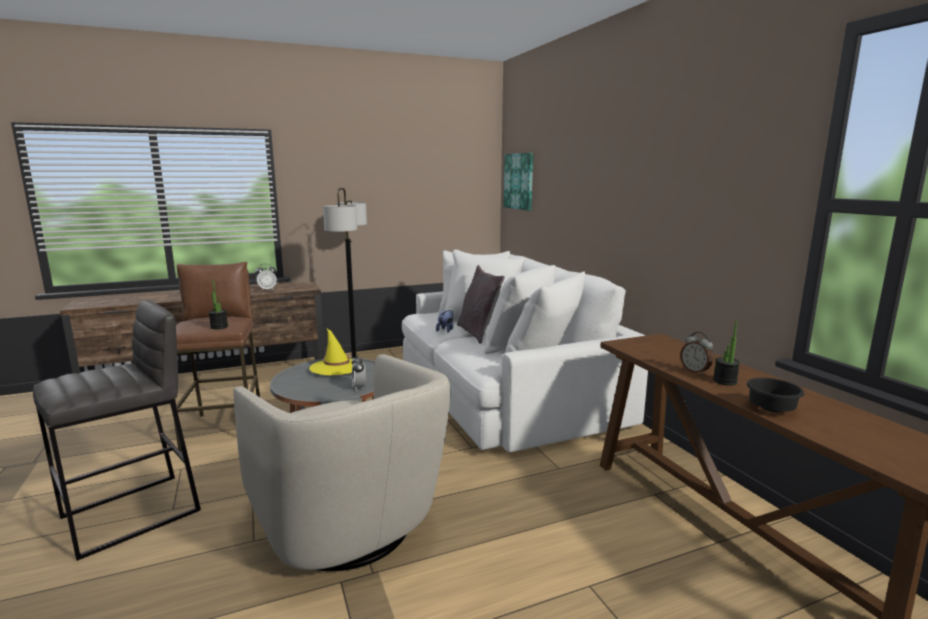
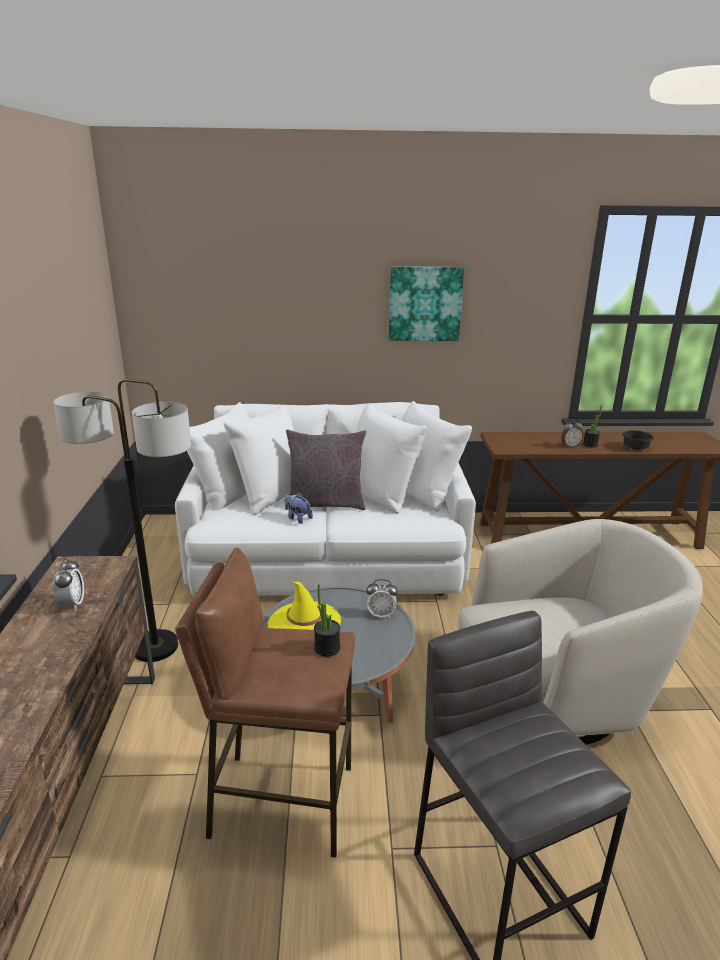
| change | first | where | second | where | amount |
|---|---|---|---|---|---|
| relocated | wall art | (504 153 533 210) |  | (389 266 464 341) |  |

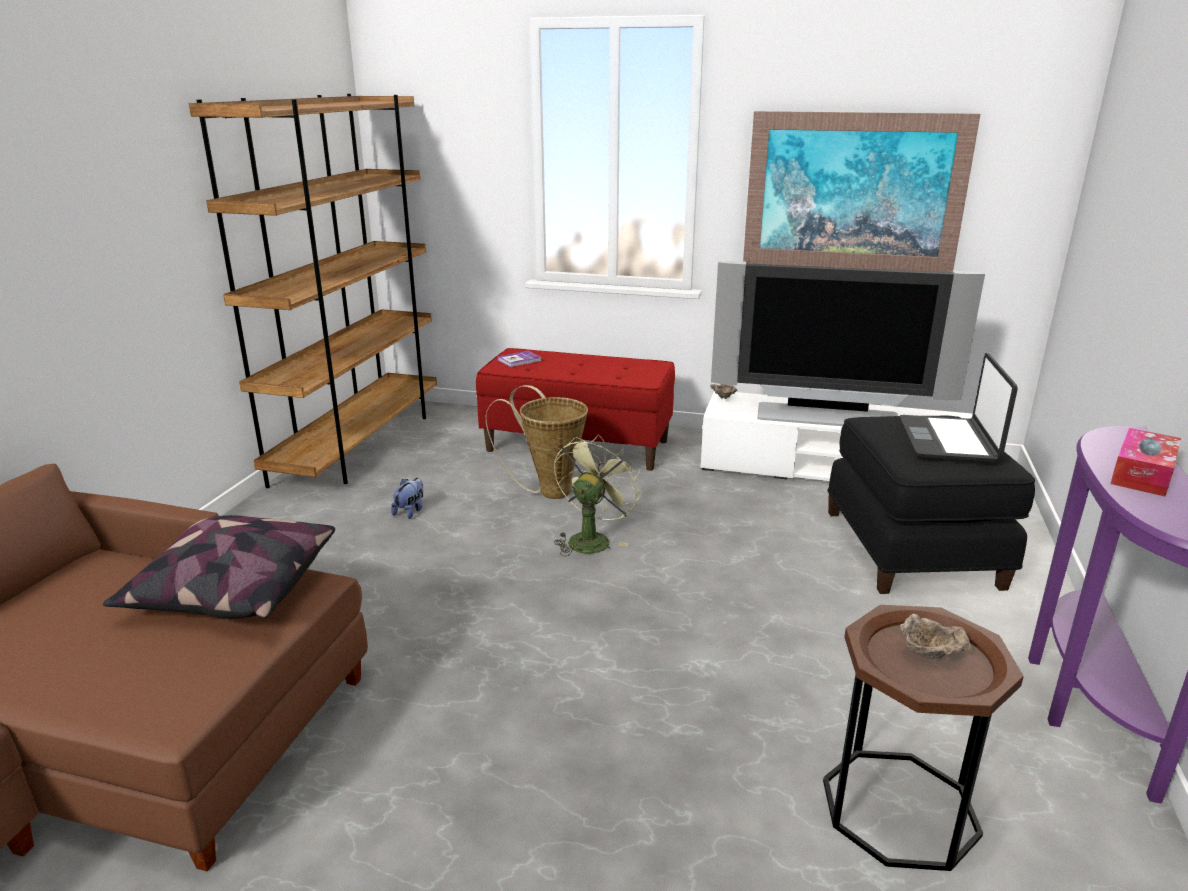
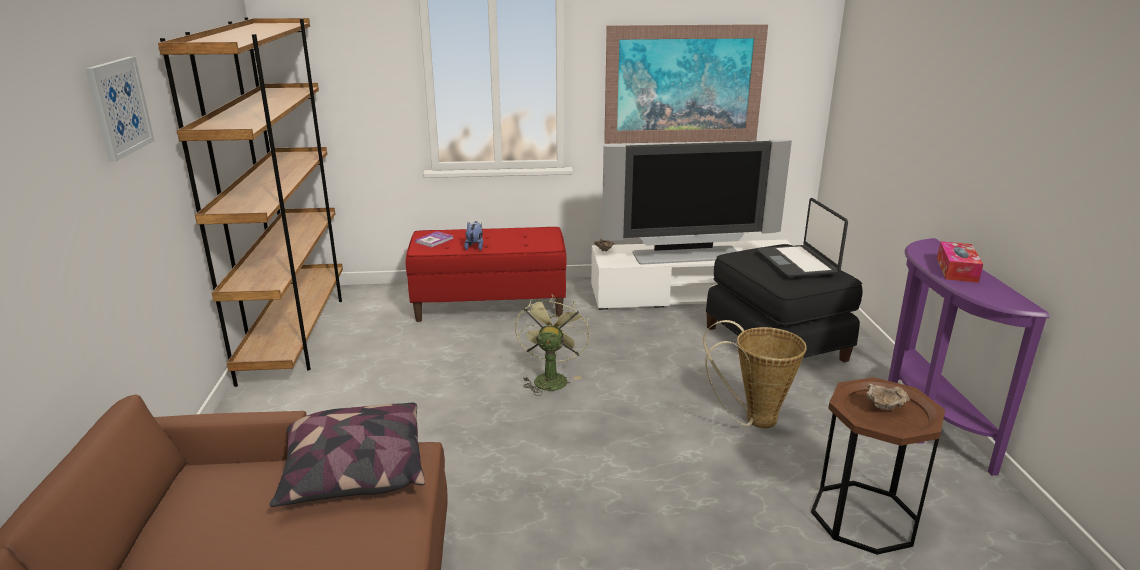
| change | first | where | second | where | amount |
|---|---|---|---|---|---|
| appeared |  |  | wall art | (85 57 155 162) |  |
| relocated | soft toy | (391 478 423 519) |  | (464 221 483 250) |  |
| relocated | storage basket | (486 385 588 499) |  | (703 320 807 428) |  |

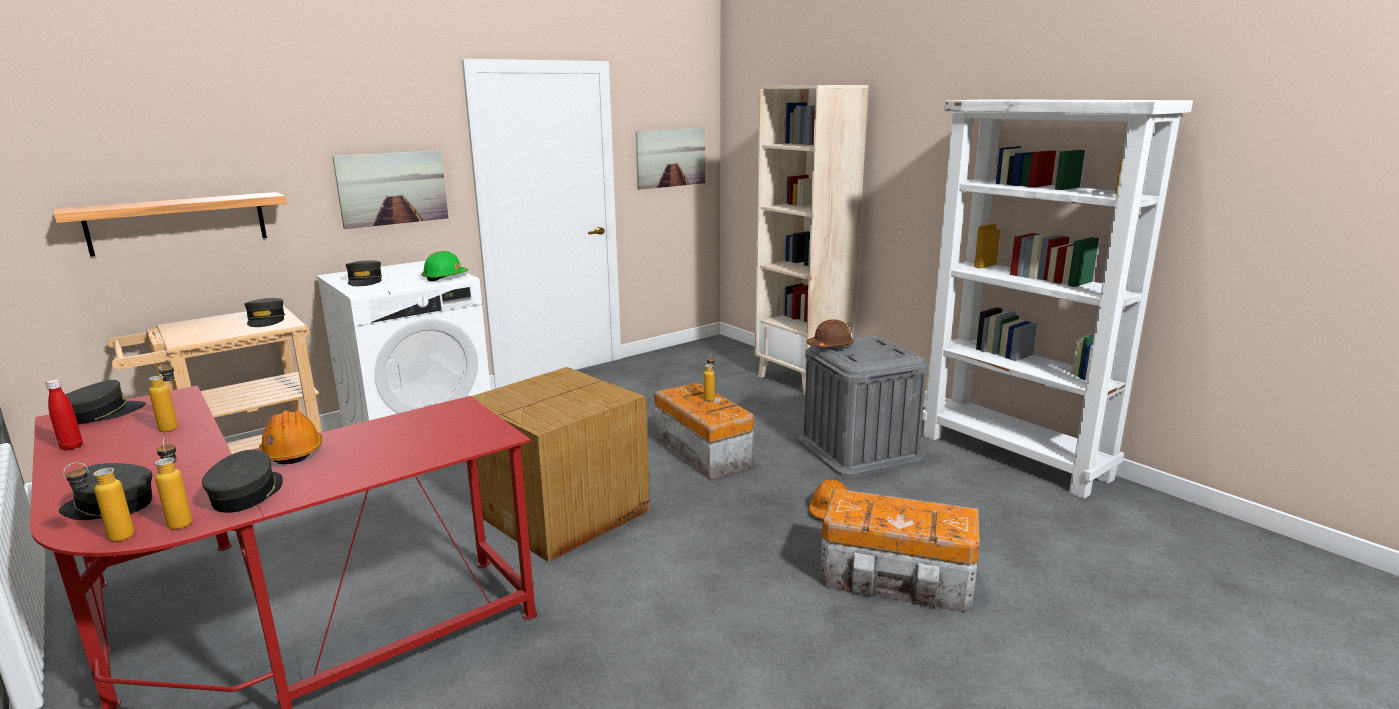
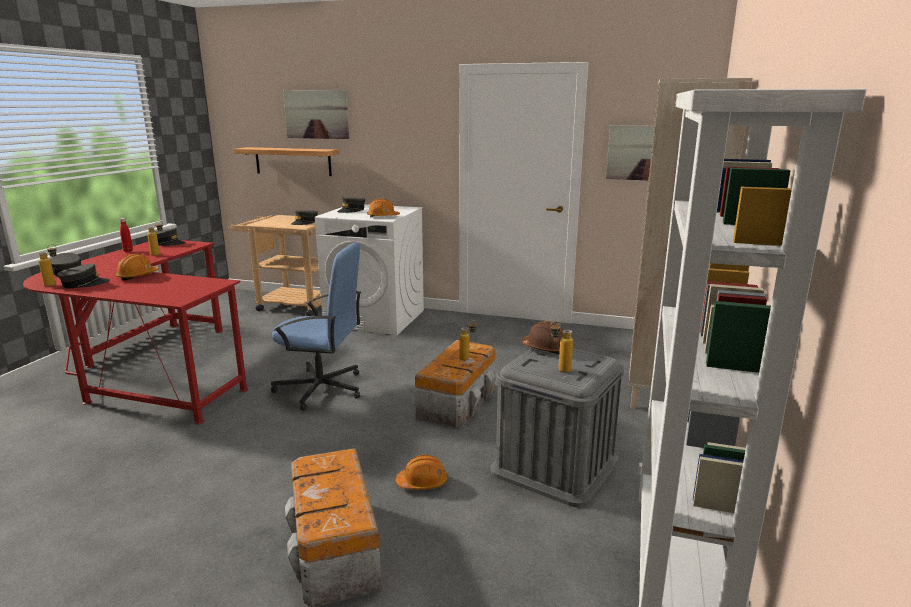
| change | first | where | second | where | amount |
|---|---|---|---|---|---|
| exchanged | cardboard box | (471 367 650 562) | desk chair (blue) | (271 243 361 411) |  |
| relocated | wall art | (332 150 448 229) |  | (283 90 349 139) |  |
| colour | hard hat (green-coloured) | (421 251 468 281) | hard hat (orange-coloured) | (367 198 400 217) |  |
| relocated | beverage bottle | (63 462 135 542) |  | (550 321 573 372) |  |

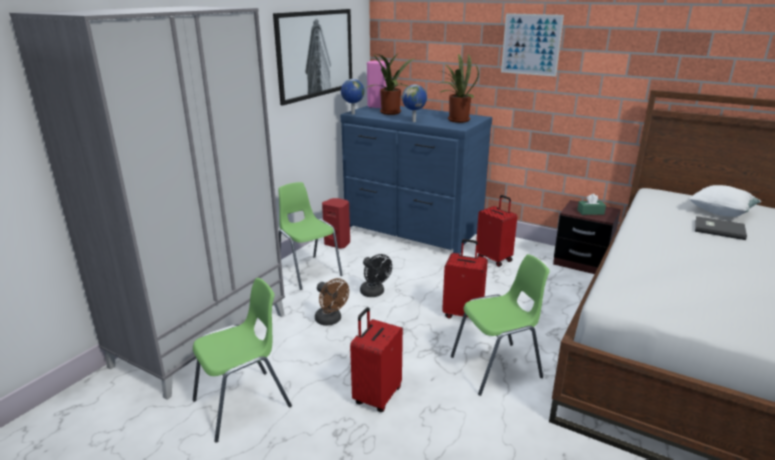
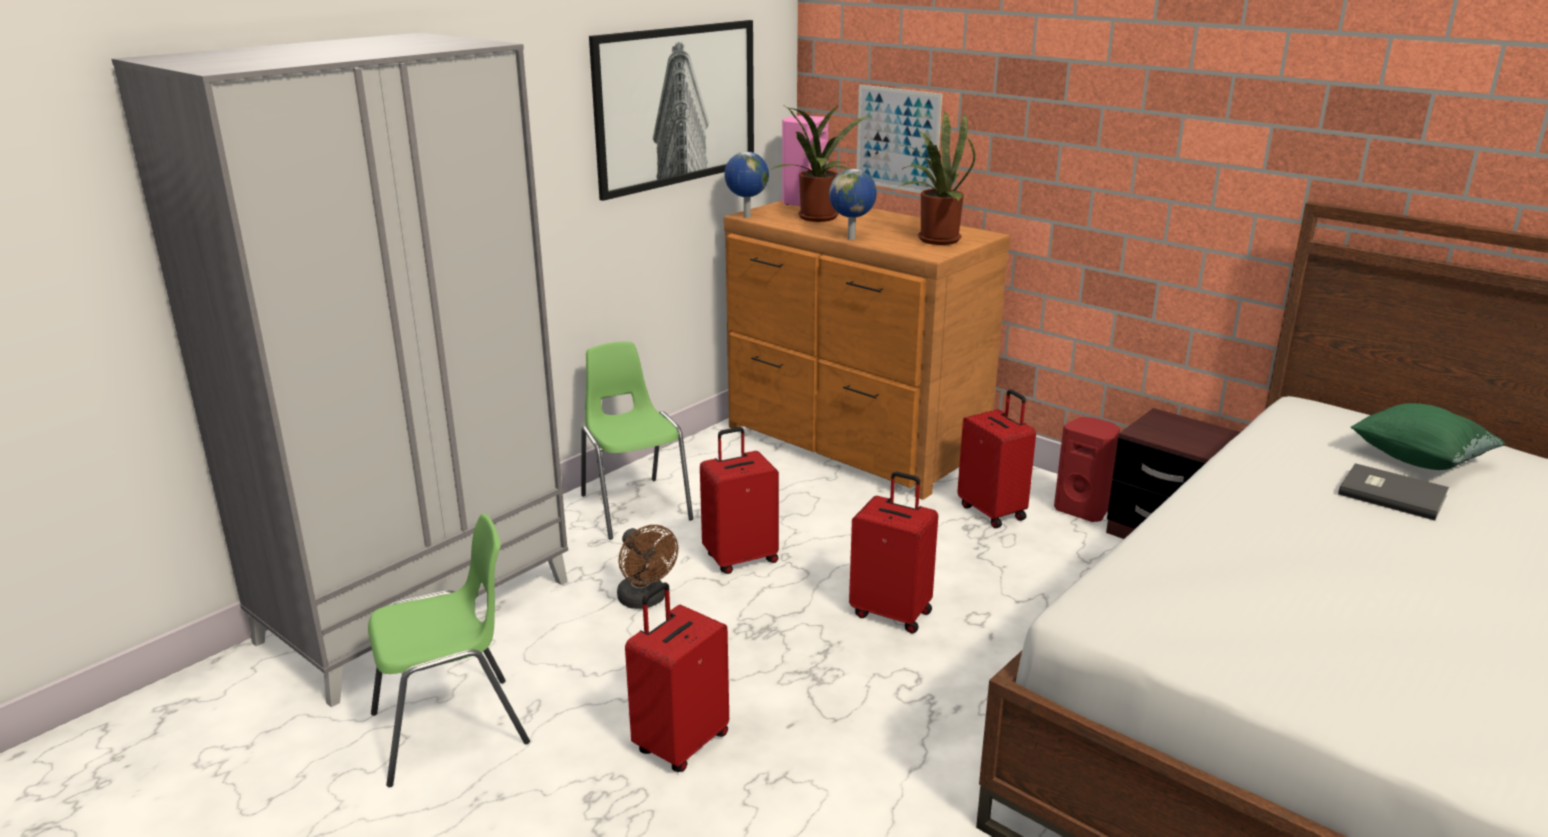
| change | first | where | second | where | amount |
|---|---|---|---|---|---|
| exchanged | fan (black) | (360 254 392 297) | piece of luggage (red-coloured) | (700 427 779 574) |  |
| colour | chest of drawers (blue) | (341 106 492 254) | chest of drawers (brown) | (724 200 1011 500) |  |
| relocated | wall art | (501 13 564 77) |  | (856 85 942 193) |  |
| relocated | speaker (red-coloured) | (322 198 350 249) |  | (1054 417 1120 522) |  |
| colour | throw pillow (whitish) | (689 185 761 217) | throw pillow (green-coloured) | (1351 403 1505 470) |  |
| missing | plain chair (green-coloured) | (451 254 550 396) |  |  |  |
| missing | box of tissues (green-coloured) | (577 194 606 215) |  |  |  |

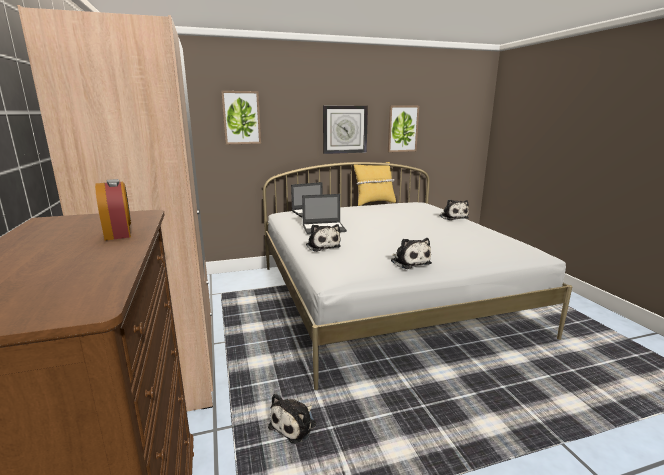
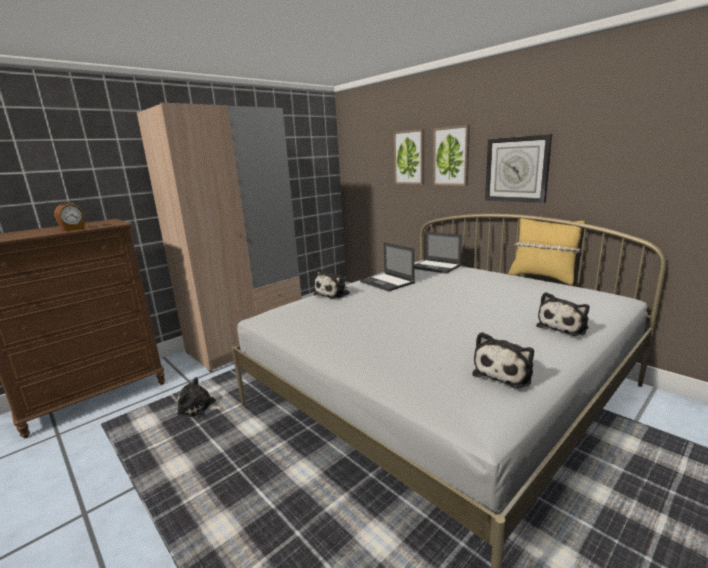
| change | first | where | second | where | amount |
|---|---|---|---|---|---|
| relocated | wall art | (388 105 419 152) |  | (433 125 470 186) |  |
| relocated | soft toy | (391 238 432 269) |  | (472 332 534 388) |  |

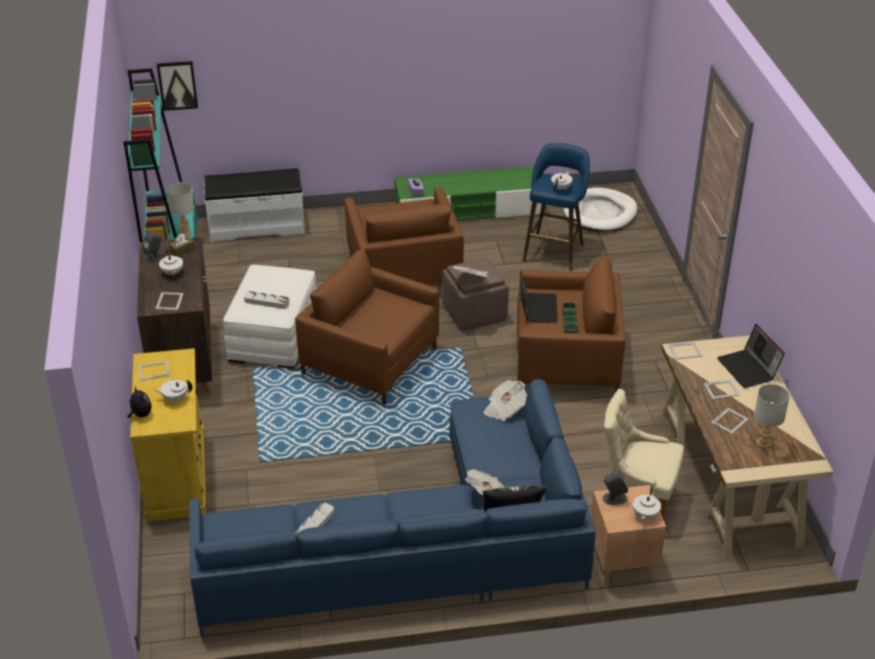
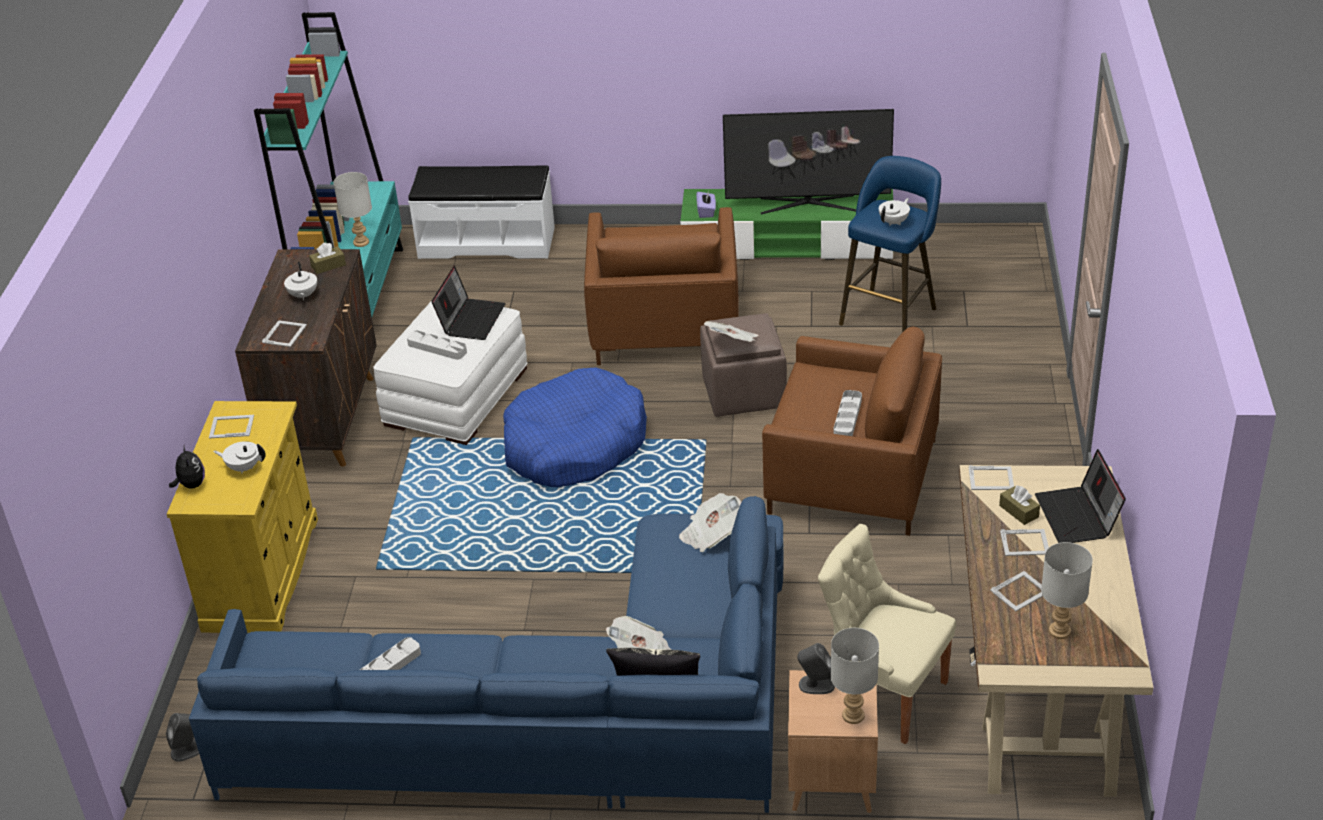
| change | first | where | second | where | amount |
|---|---|---|---|---|---|
| relocated | speaker (grey) | (142 231 165 263) |  | (166 713 199 761) |  |
| relocated | portable computer | (520 270 558 323) |  | (431 266 506 340) |  |
| exchanged | armchair (brown) | (295 249 439 405) | dog bed (blue) | (503 367 647 487) |  |
| appeared |  |  | TV | (723 109 894 215) |  |
| exchanged | pot for tea (whitish) | (633 487 661 520) | lamp for a table (grey) | (831 628 879 724) |  |
| colour | tray (green-coloured) | (563 303 578 333) | tray (grey) | (833 390 862 436) |  |
| appeared |  |  | box of tissues (brown) | (999 485 1040 525) |  |
| missing | wall art | (157 61 198 111) |  |  |  |
| missing | dog bed (whitish) | (564 188 638 232) |  |  |  |

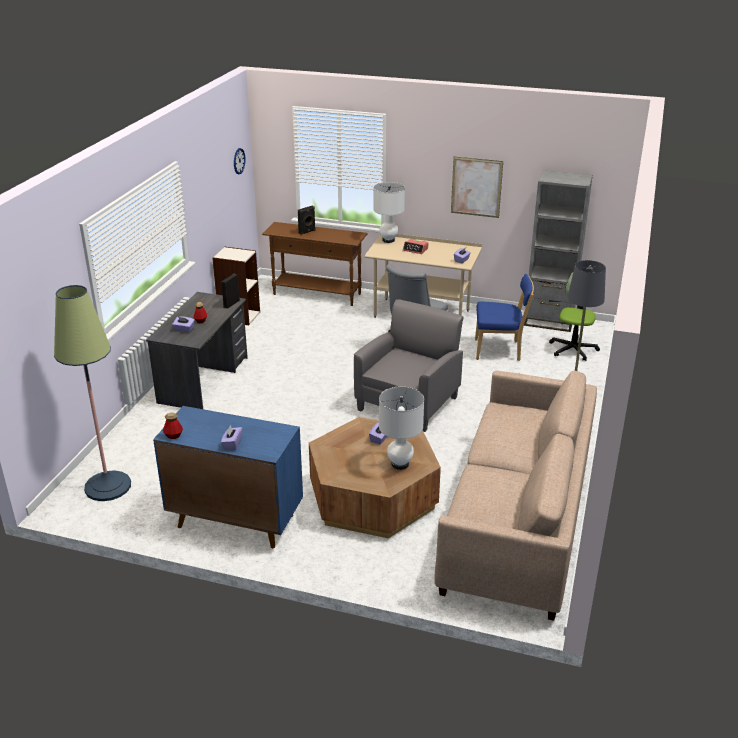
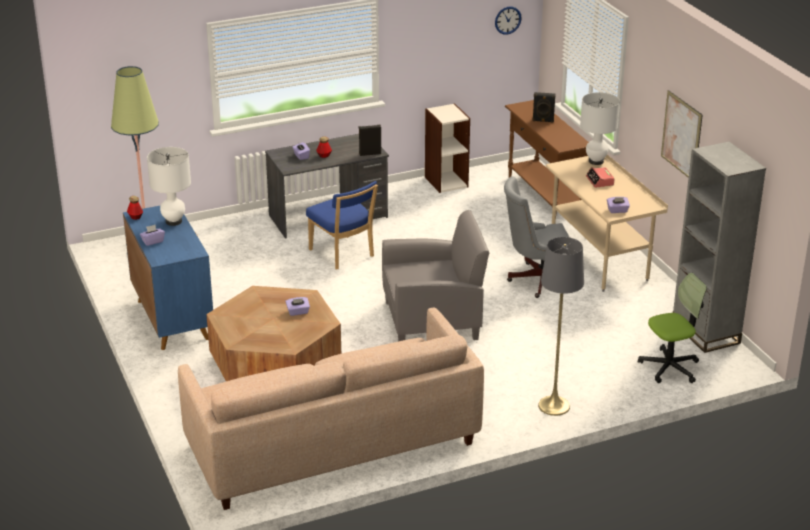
| change | first | where | second | where | amount |
|---|---|---|---|---|---|
| relocated | lamp for a table (whitish) | (379 387 424 470) |  | (147 147 191 226) |  |
| relocated | plain chair (blue) | (475 274 534 361) |  | (306 181 378 269) |  |

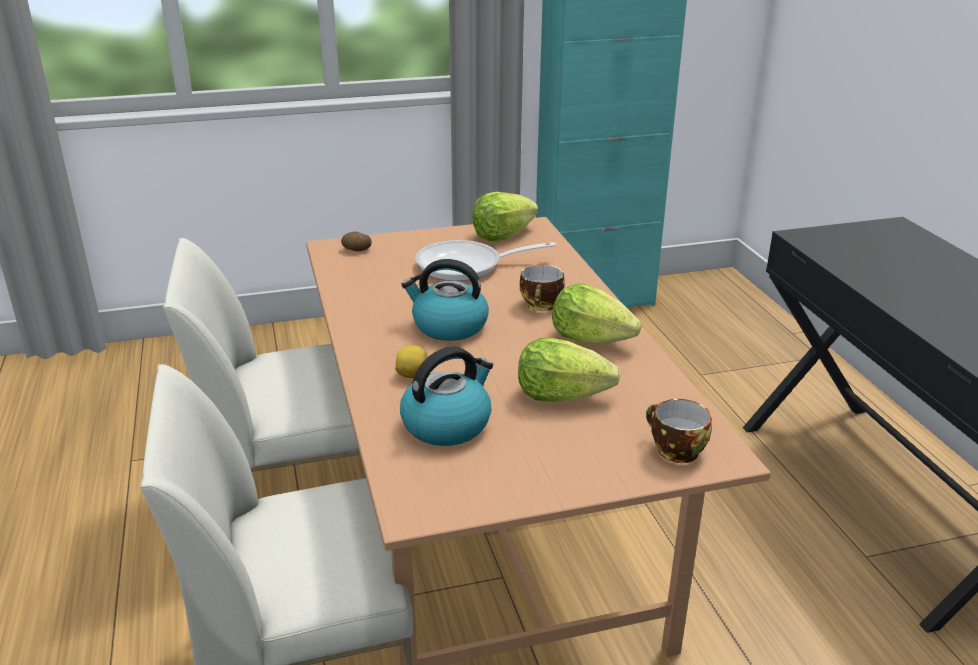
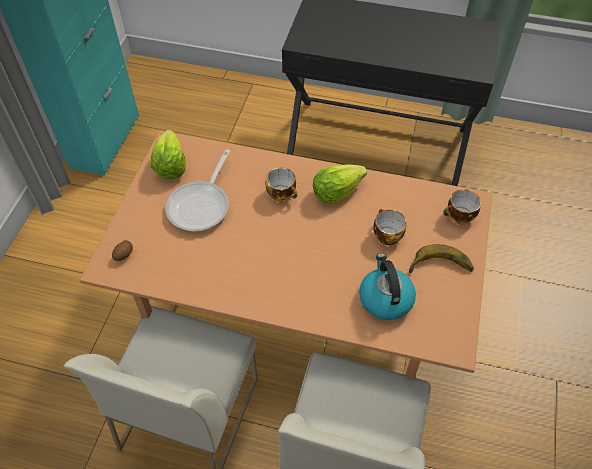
| change | first | where | second | where | amount |
|---|---|---|---|---|---|
| exchanged | lettuce | (518 338 621 402) | drinking cup | (373 209 406 245) |  |
| appeared |  |  | whole banana | (409 244 474 273) |  |
| missing | citrus fruit | (395 345 428 378) |  |  |  |
| missing | tea kettle | (401 259 489 341) |  |  |  |

